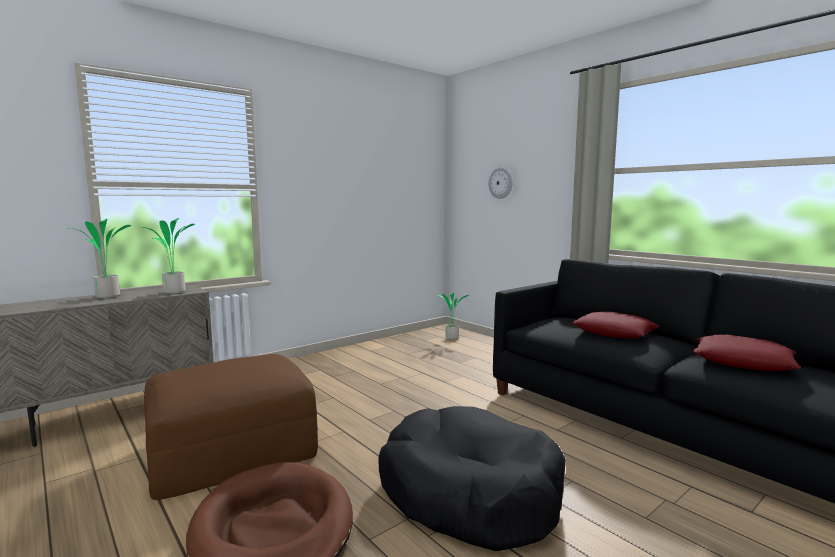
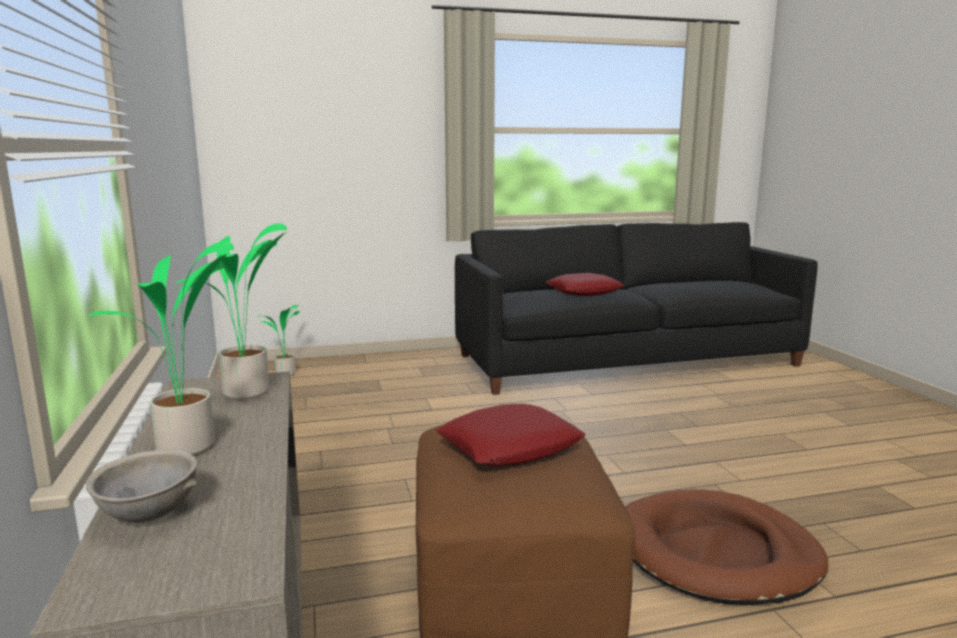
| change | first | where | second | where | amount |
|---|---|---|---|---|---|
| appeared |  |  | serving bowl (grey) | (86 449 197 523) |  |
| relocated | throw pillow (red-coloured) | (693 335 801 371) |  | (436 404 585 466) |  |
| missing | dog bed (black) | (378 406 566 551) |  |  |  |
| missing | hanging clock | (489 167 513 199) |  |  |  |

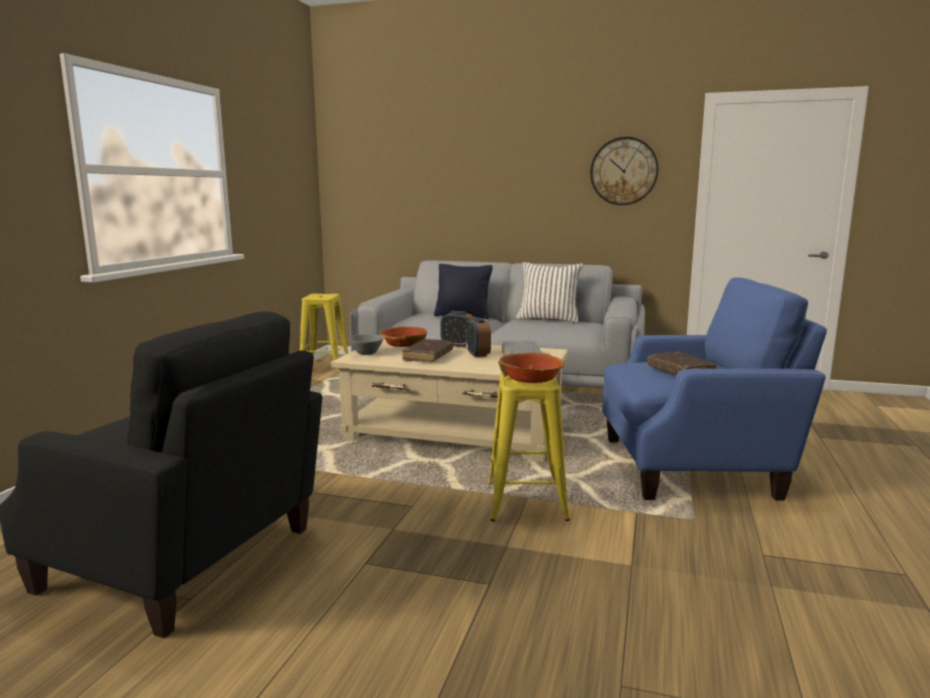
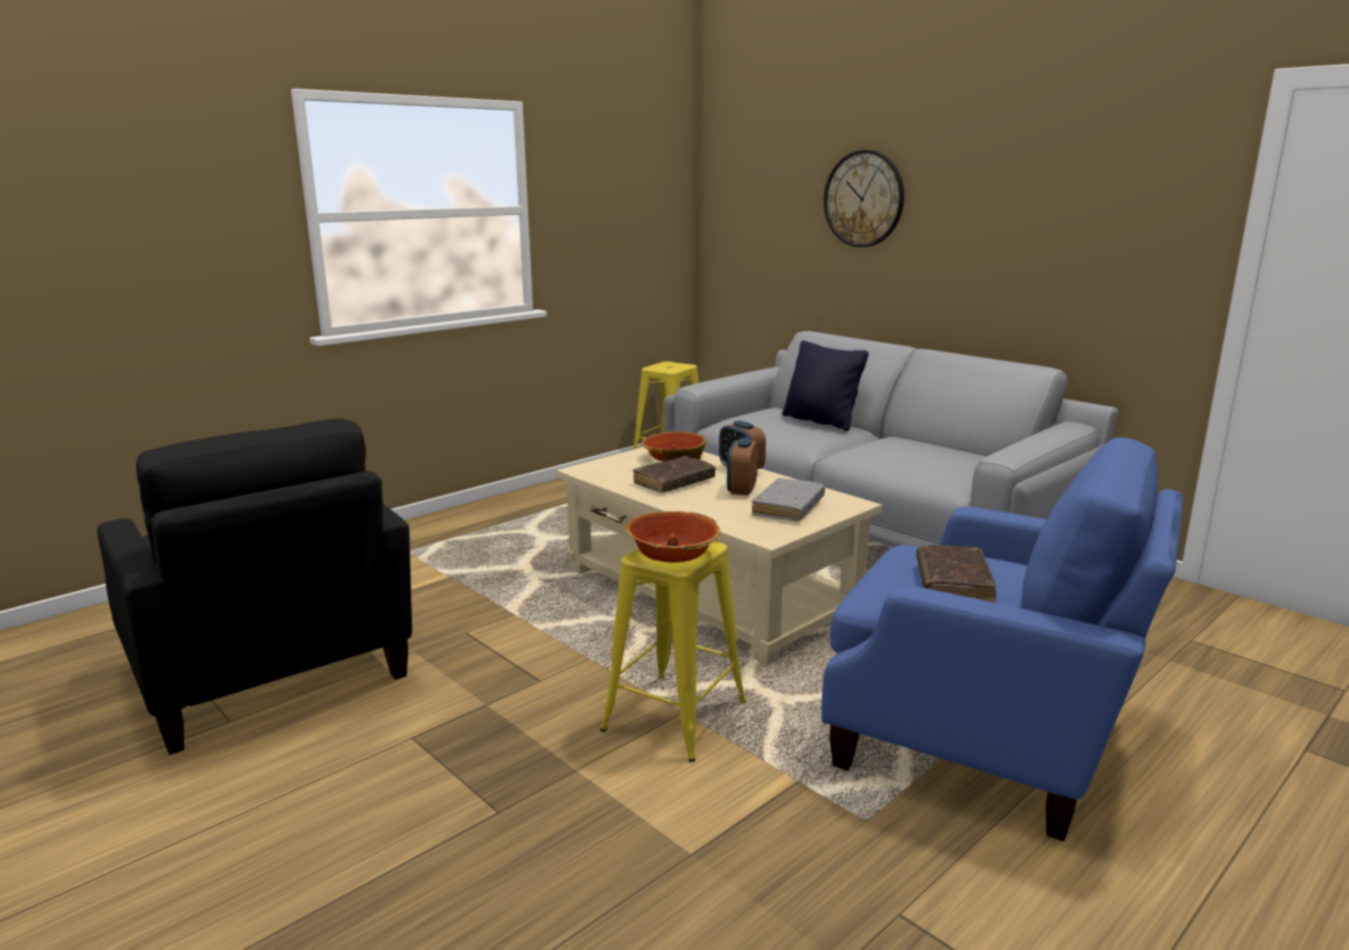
| change | first | where | second | where | amount |
|---|---|---|---|---|---|
| relocated | hanging clock | (590 137 658 205) |  | (824 150 904 247) |  |
| missing | serving bowl (grey) | (349 334 384 355) |  |  |  |
| missing | throw pillow (whitish) | (516 262 584 323) |  |  |  |

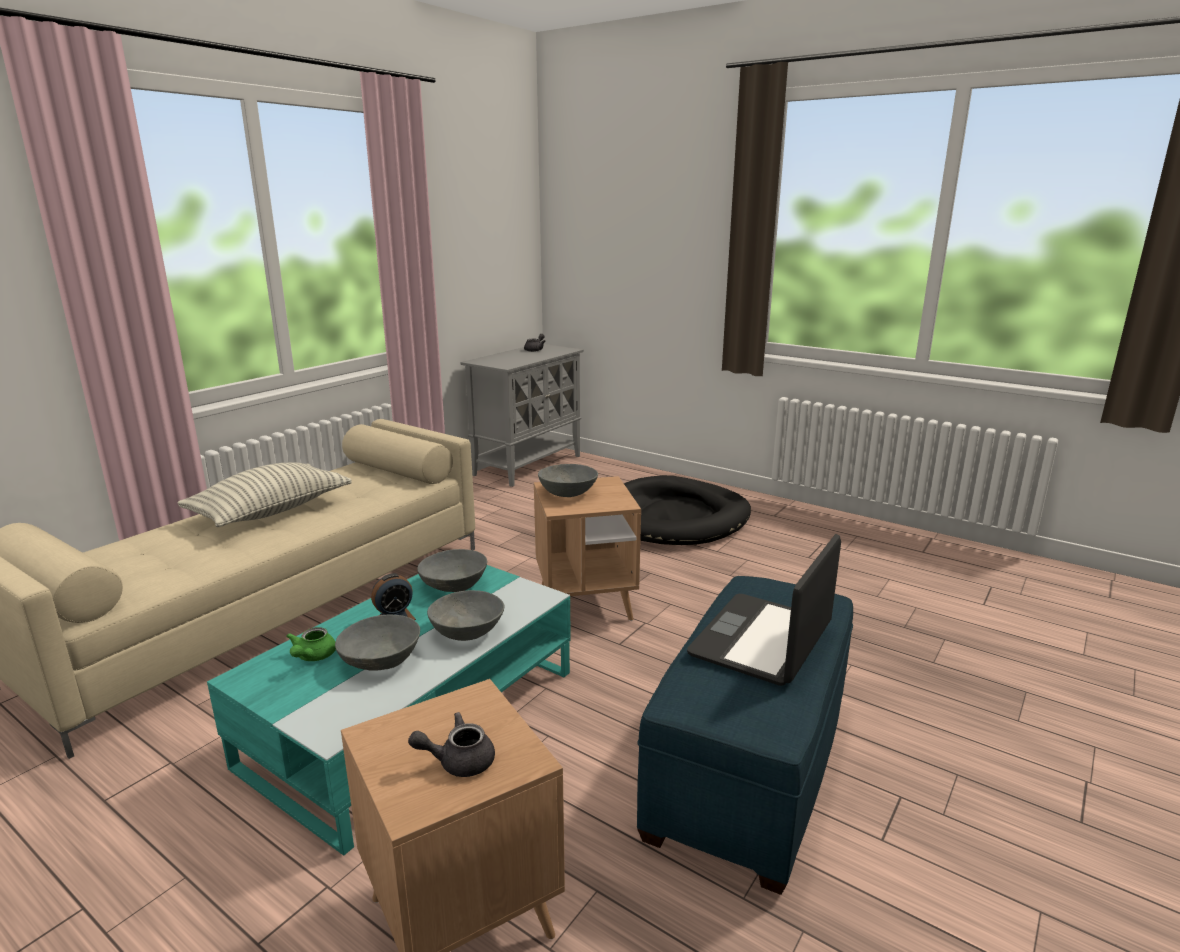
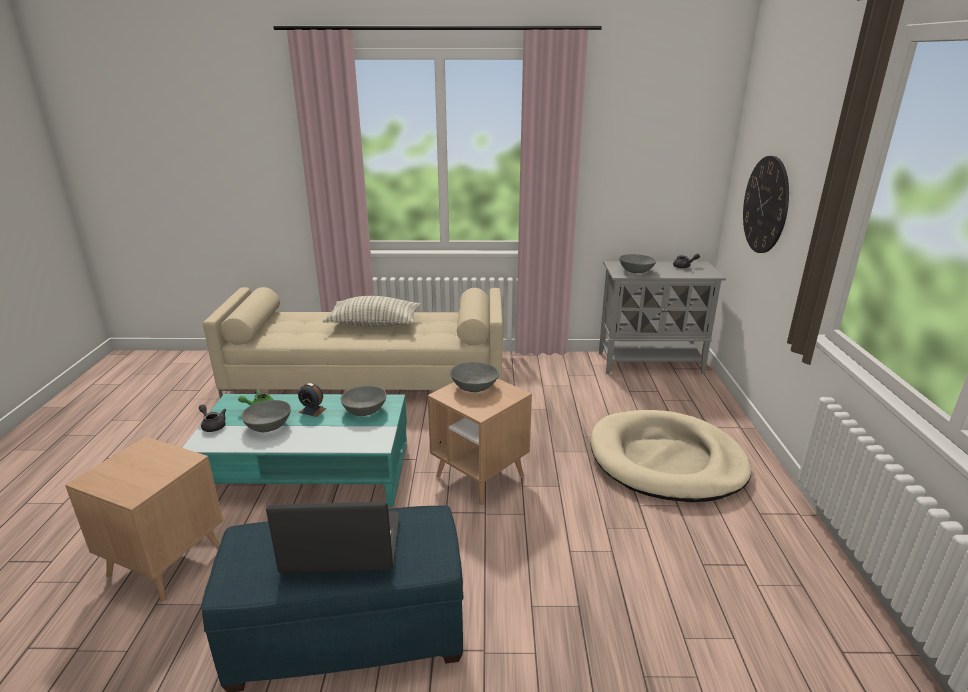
| change | first | where | second | where | amount |
|---|---|---|---|---|---|
| relocated | pot for tea (grey) | (408 712 495 777) |  | (199 404 226 432) |  |
| colour | dog bed (black) | (624 475 751 545) | dog bed (beige) | (590 410 751 502) |  |
| relocated | serving bowl (grey) | (427 590 505 641) |  | (619 254 656 273) |  |
| appeared |  |  | hanging clock | (743 156 789 253) |  |

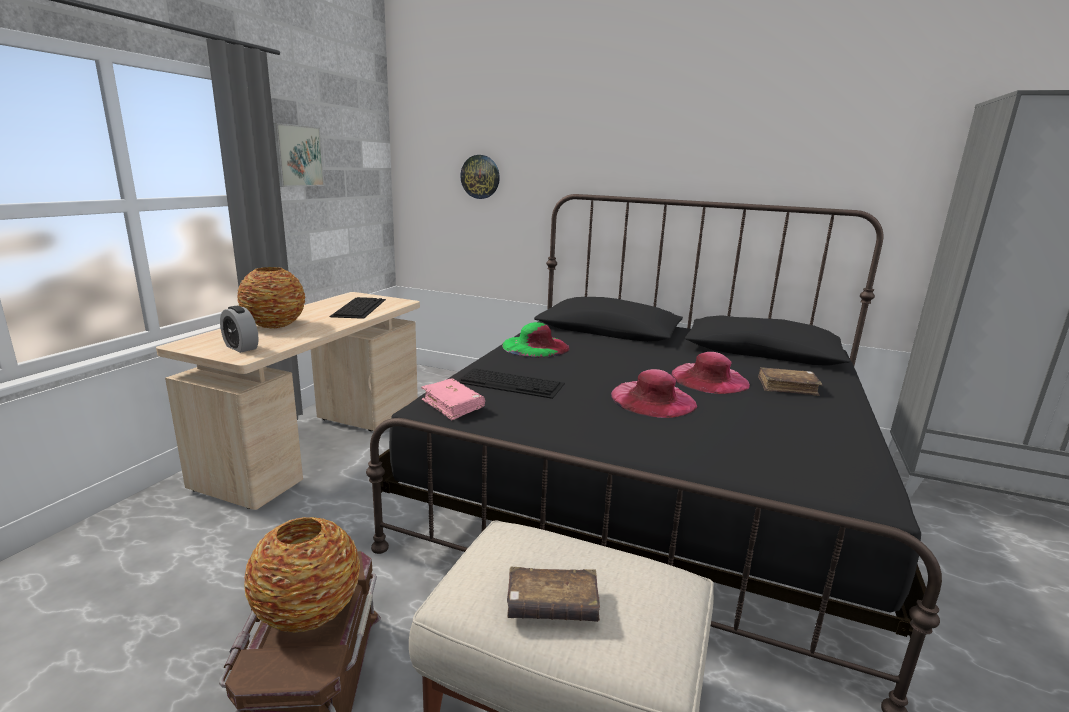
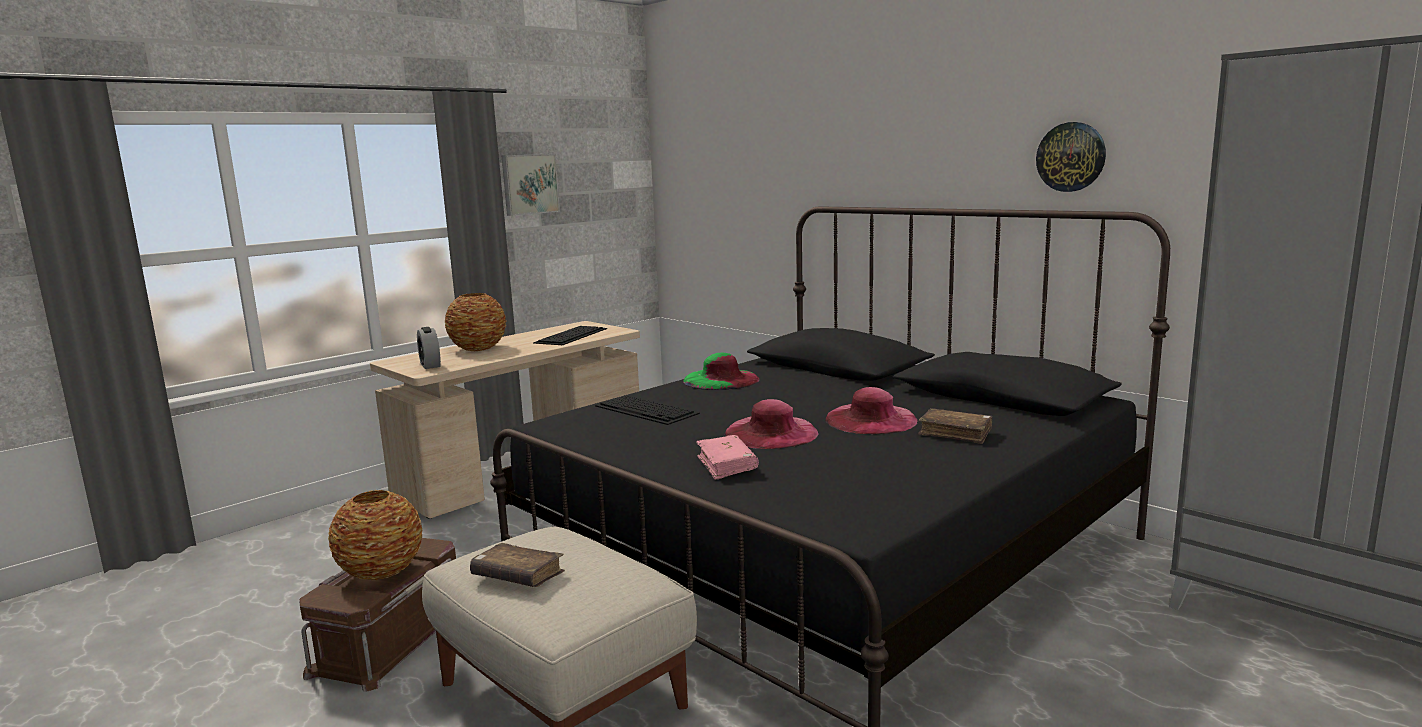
| change | first | where | second | where | amount |
|---|---|---|---|---|---|
| relocated | volume (pink) | (421 379 485 420) |  | (696 435 759 480) |  |
| relocated | hanging clock | (460 155 500 199) |  | (1036 122 1106 192) |  |

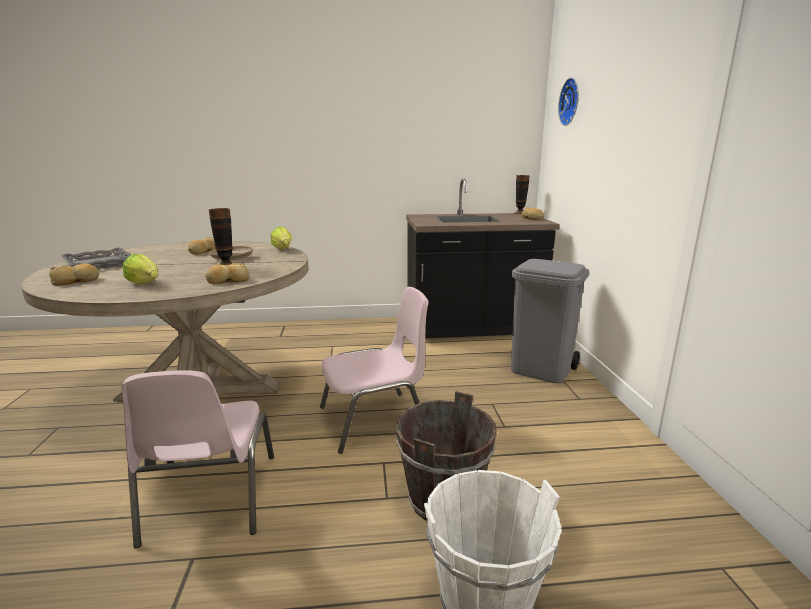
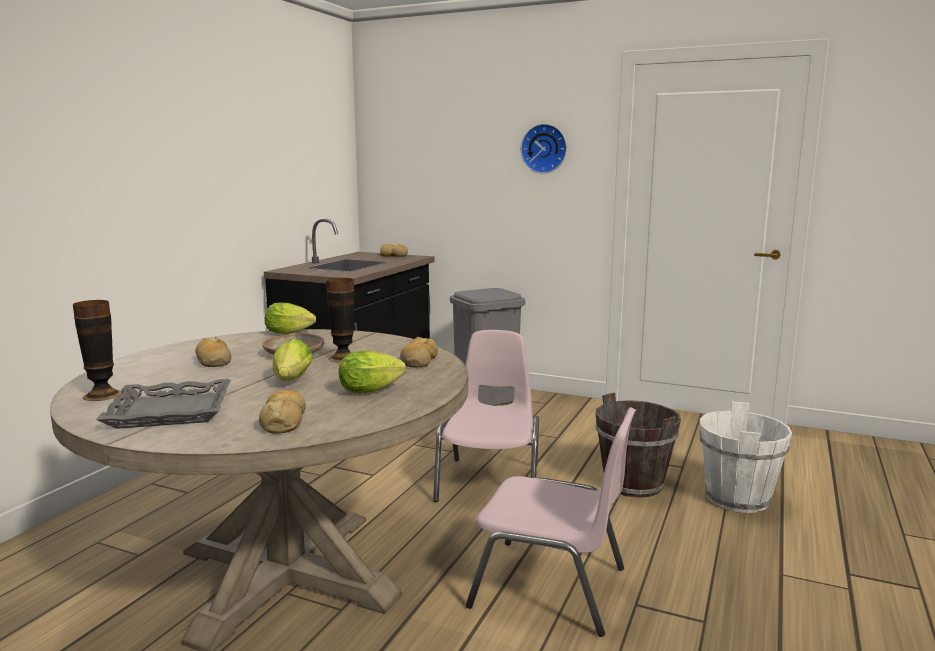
| change | first | where | second | where | amount |
|---|---|---|---|---|---|
| relocated | flower vase | (513 175 529 215) |  | (73 300 122 401) |  |
| appeared |  |  | lettuce | (273 338 313 381) |  |
| relocated | hanging clock | (558 77 579 126) |  | (521 124 567 174) |  |

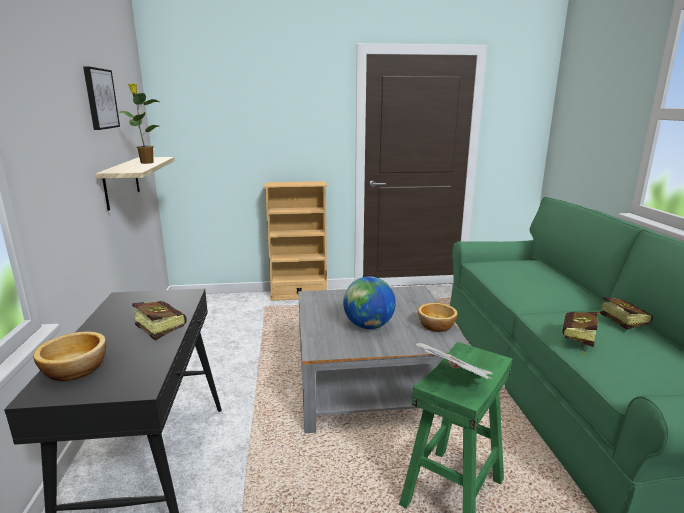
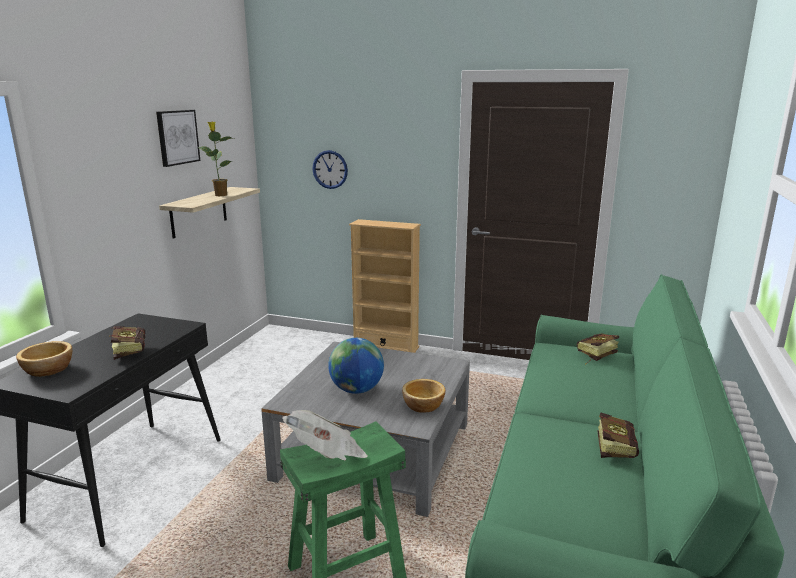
| change | first | where | second | where | amount |
|---|---|---|---|---|---|
| appeared |  |  | hanging clock | (312 150 348 189) |  |
| relocated | volume | (562 312 600 354) |  | (576 334 619 365) |  |

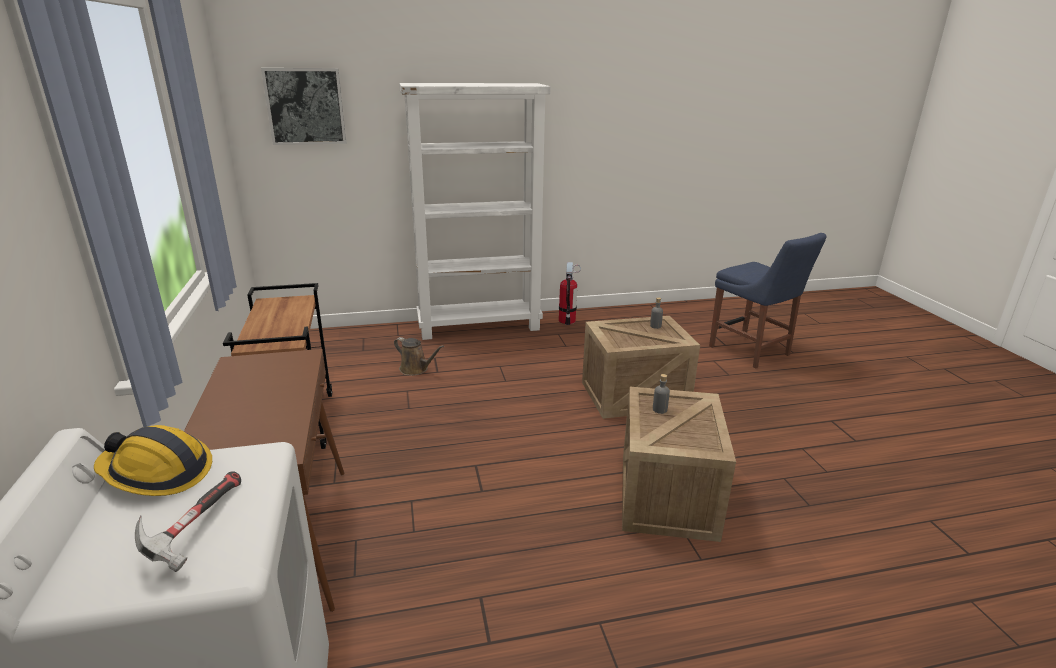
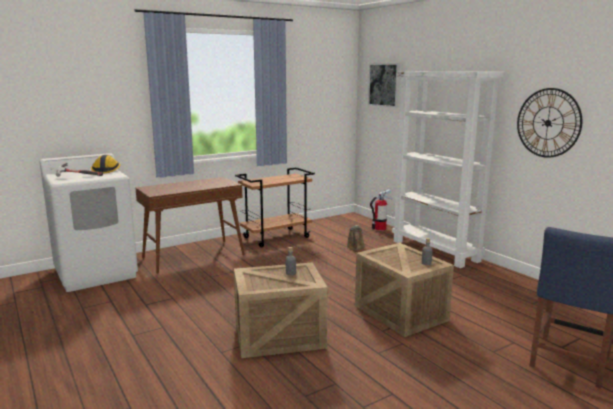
| change | first | where | second | where | amount |
|---|---|---|---|---|---|
| relocated | fire extinguisher | (559 262 581 325) |  | (370 189 392 231) |  |
| appeared |  |  | hanging clock | (517 88 582 158) |  |

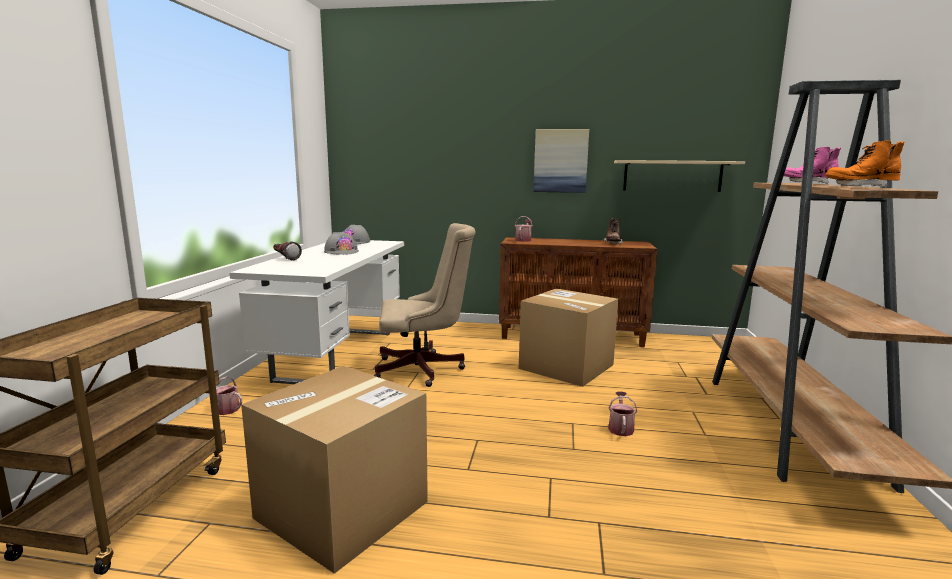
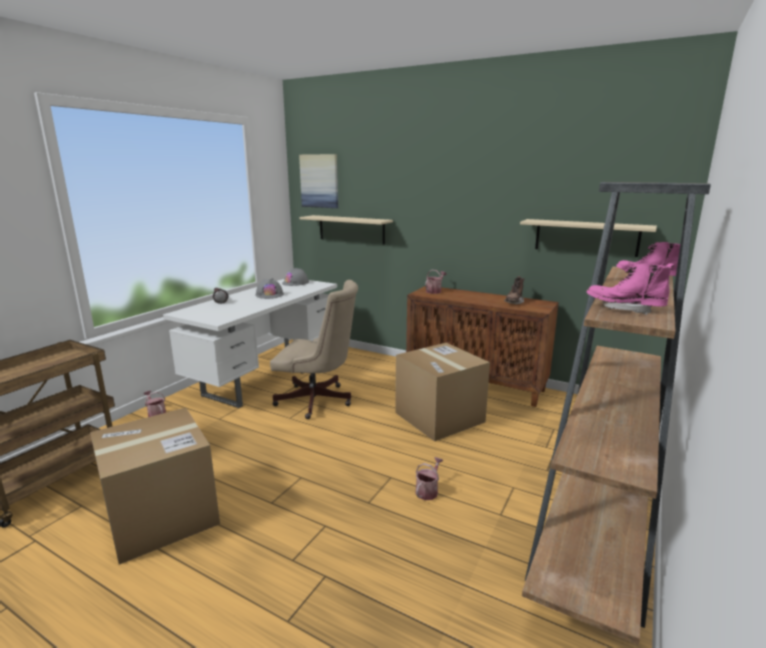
| change | first | where | second | where | amount |
|---|---|---|---|---|---|
| relocated | wall art | (533 129 589 193) |  | (299 154 338 208) |  |
| appeared |  |  | bracket shelf (beige) | (299 215 393 245) |  |
| colour | high-top boot (orange-coloured) | (825 140 904 189) | high-top boot (pink) | (587 263 675 315) |  |

